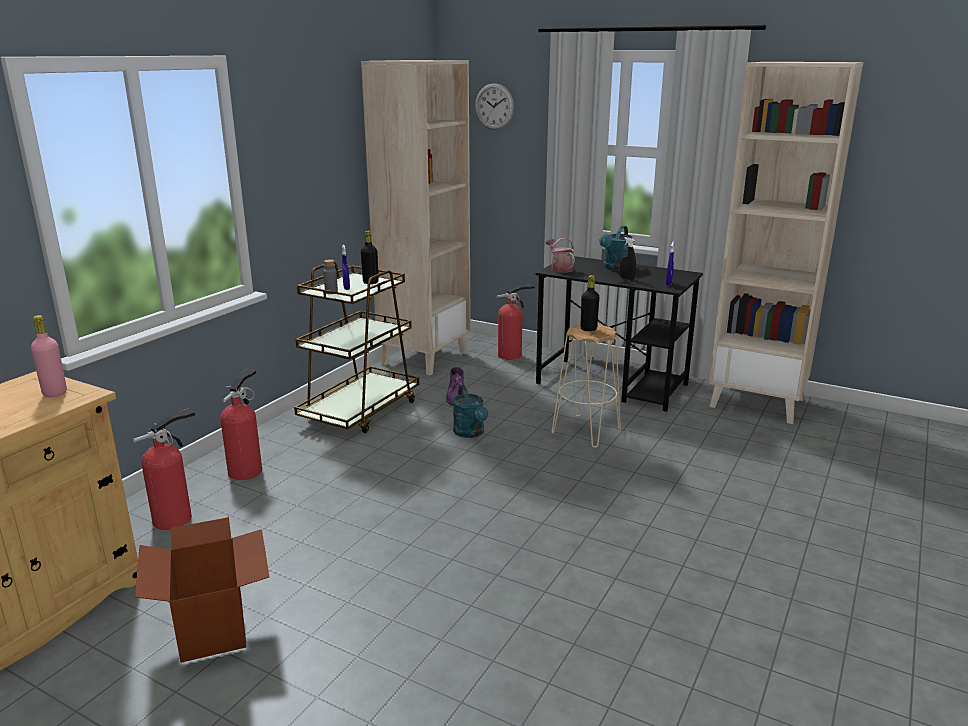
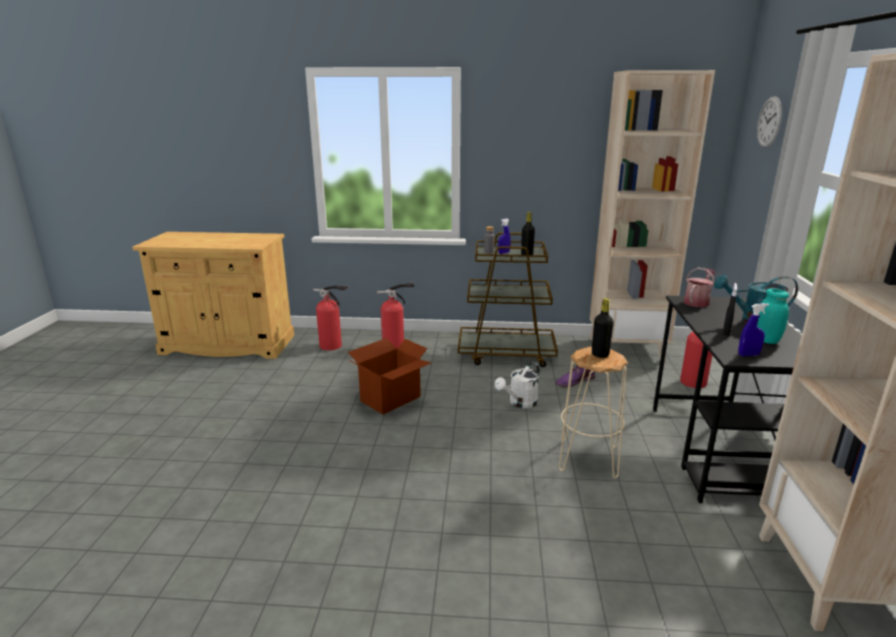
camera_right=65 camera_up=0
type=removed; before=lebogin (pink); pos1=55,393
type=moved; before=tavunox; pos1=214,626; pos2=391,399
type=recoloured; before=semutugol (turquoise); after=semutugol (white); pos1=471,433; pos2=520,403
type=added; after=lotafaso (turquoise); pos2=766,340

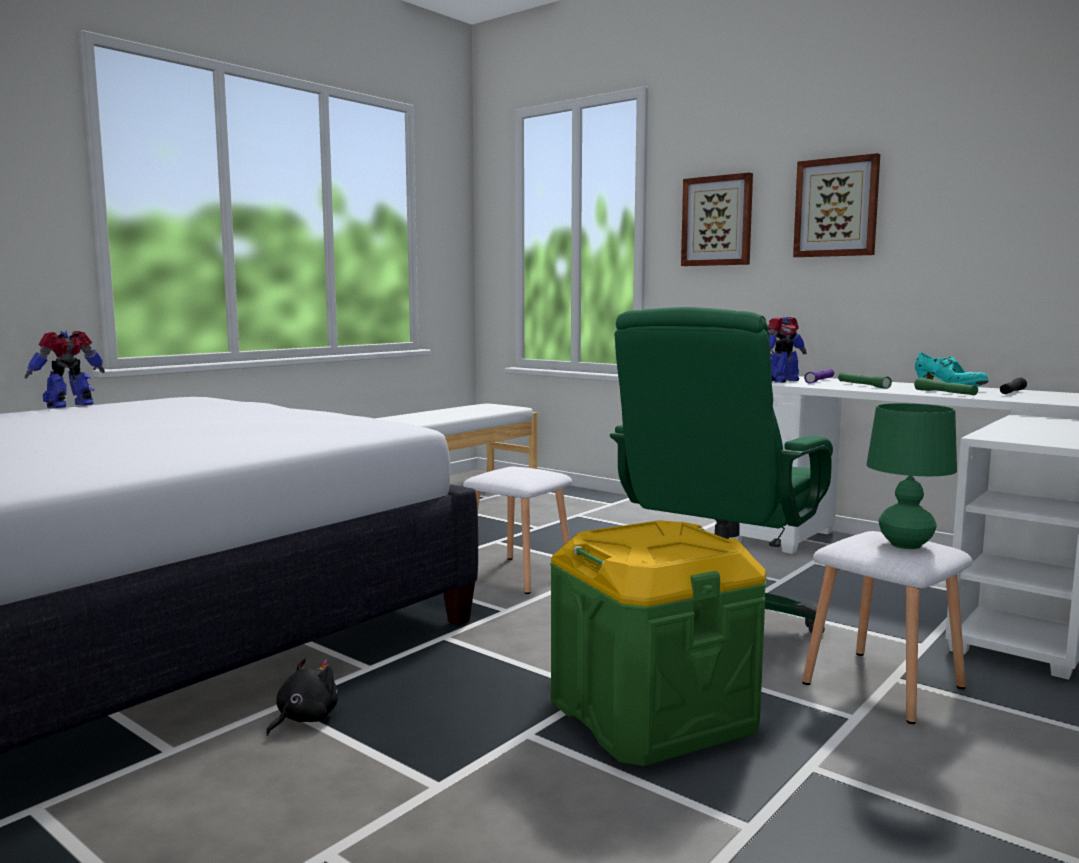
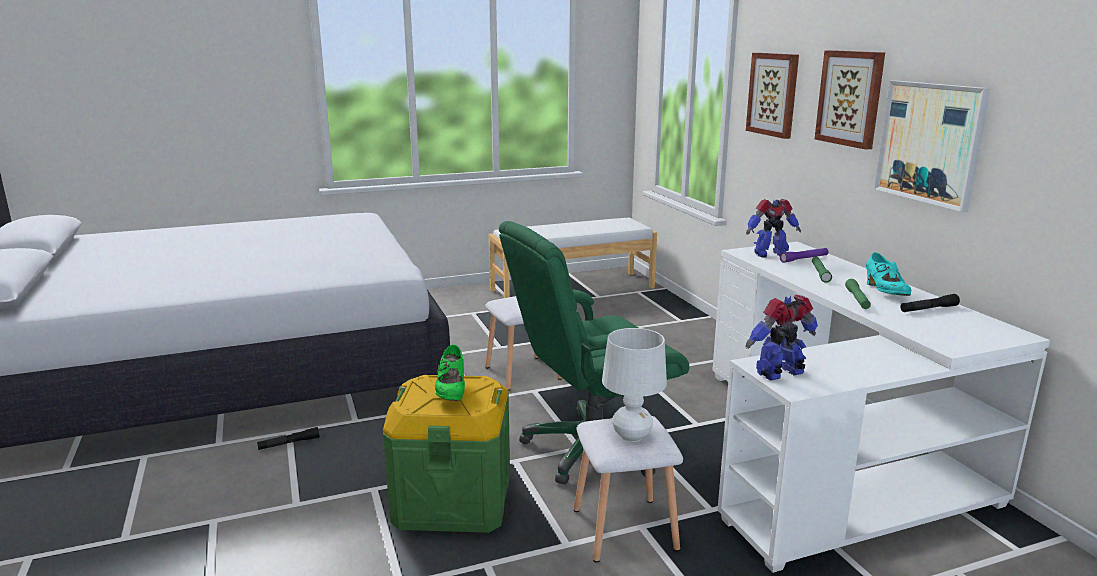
camera_right=30 camera_up=10
type=moved; before=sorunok; pos1=71,406; pos2=781,374
type=replaced; before=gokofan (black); after=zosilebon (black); pos1=304,718; pos2=289,443
type=recoloured; before=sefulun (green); after=sefulun (white); pos1=905,545; pos2=632,436
type=added; after=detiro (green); pos2=451,392
type=added; after=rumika; pos2=930,143

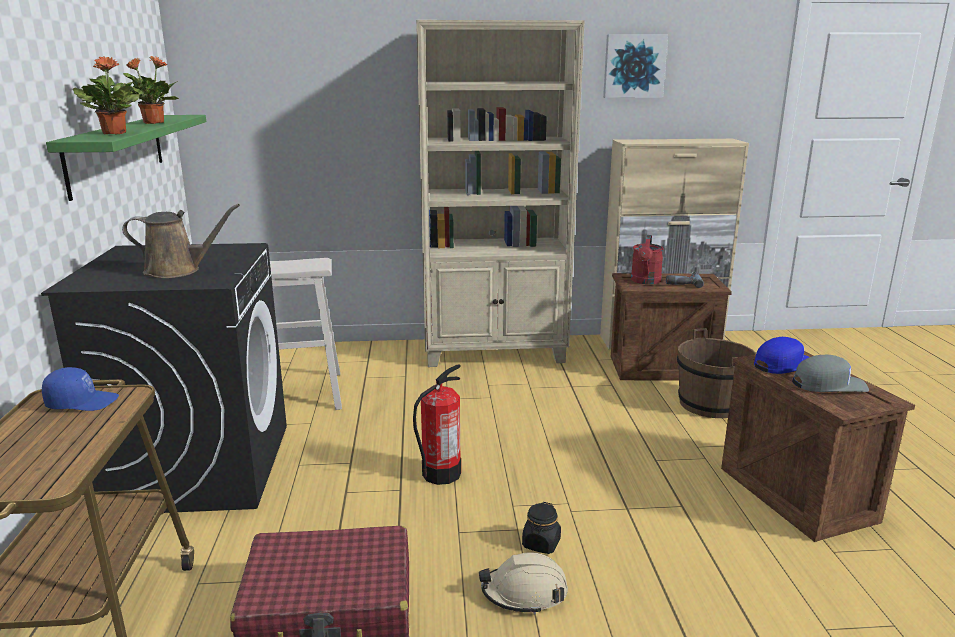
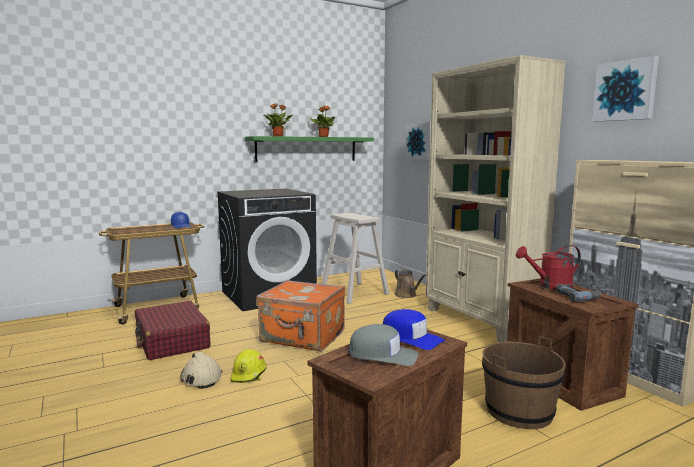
camera_right=65 camera_up=-10
type=moved; before=semutugol (brown); pos1=178,270; pos2=407,295
type=replaced; before=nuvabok; after=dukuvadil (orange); pos1=440,474; pos2=302,337
type=replaced; before=lotafaso (black); after=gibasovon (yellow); pos1=541,544; pos2=249,374
type=turned; before=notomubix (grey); pos1=828,384; pos2=383,355; turn=-45
type=added; after=rumika; pos2=419,141

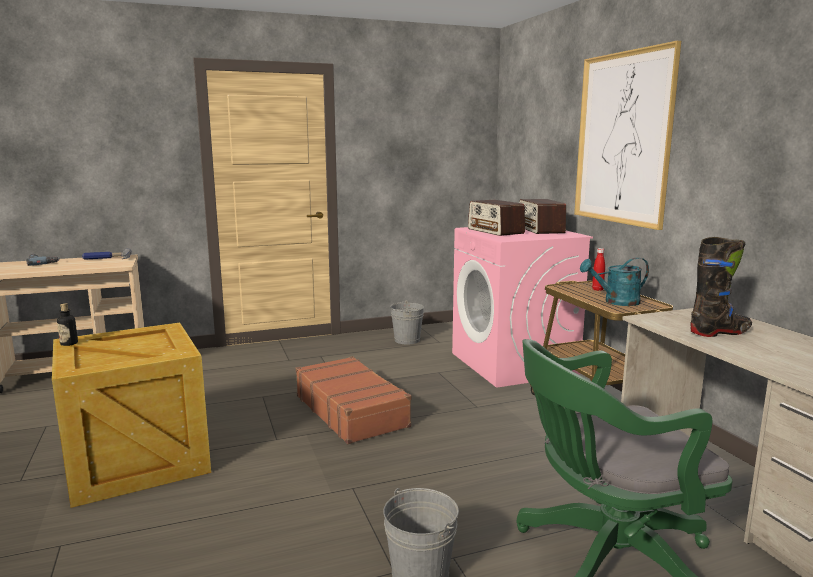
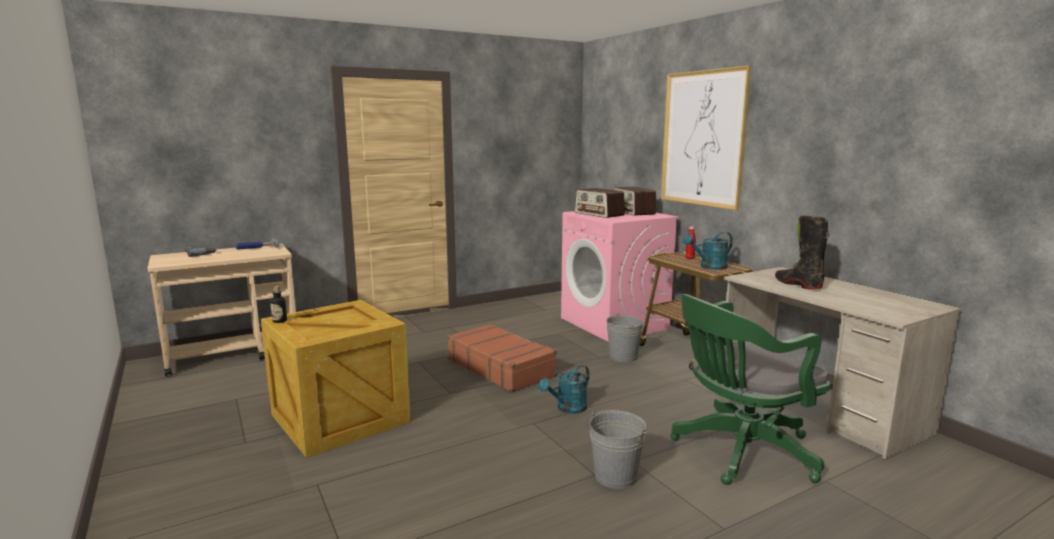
camera_right=-10 camera_up=0
type=moved; before=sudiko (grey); pos1=407,340; pos2=623,357
type=turned; before=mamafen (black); pos1=720,332; pos2=798,284; turn=-90
type=added; after=semutugol (turquoise); pos2=568,408

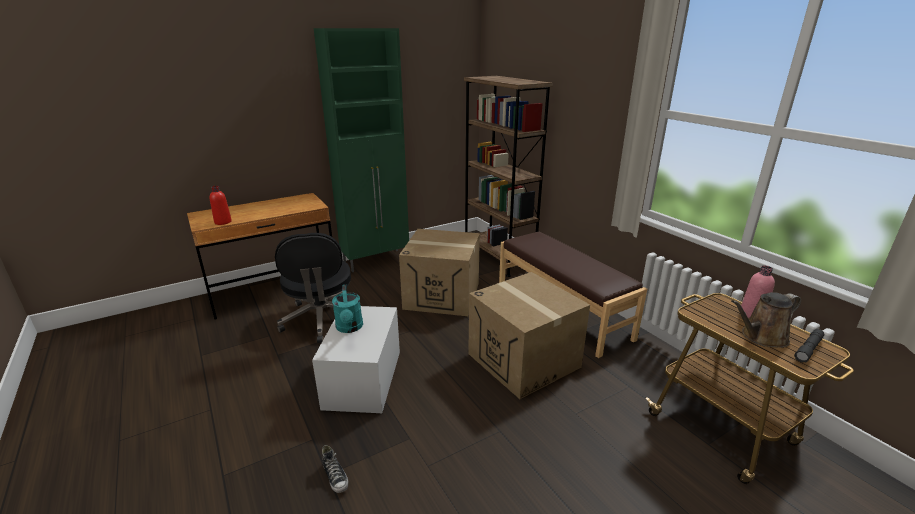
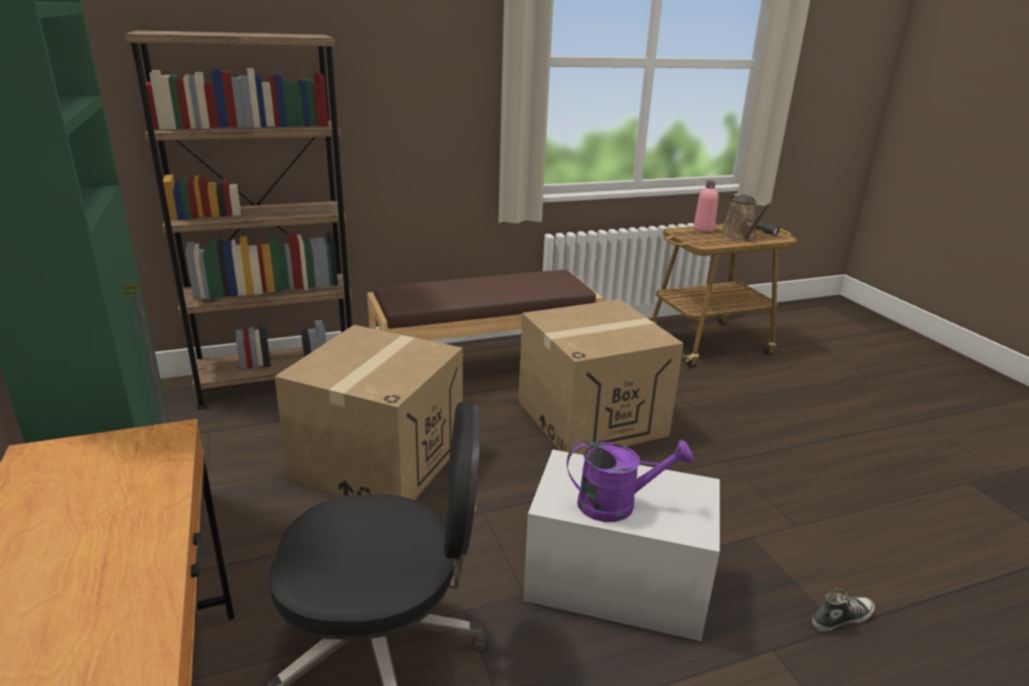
camera_right=-80 camera_up=0
type=removed; before=lebogin (red); pos1=223,222
type=recoloured; before=semutugol (turquoise); after=semutugol (purple); pos1=349,328; pos2=617,504

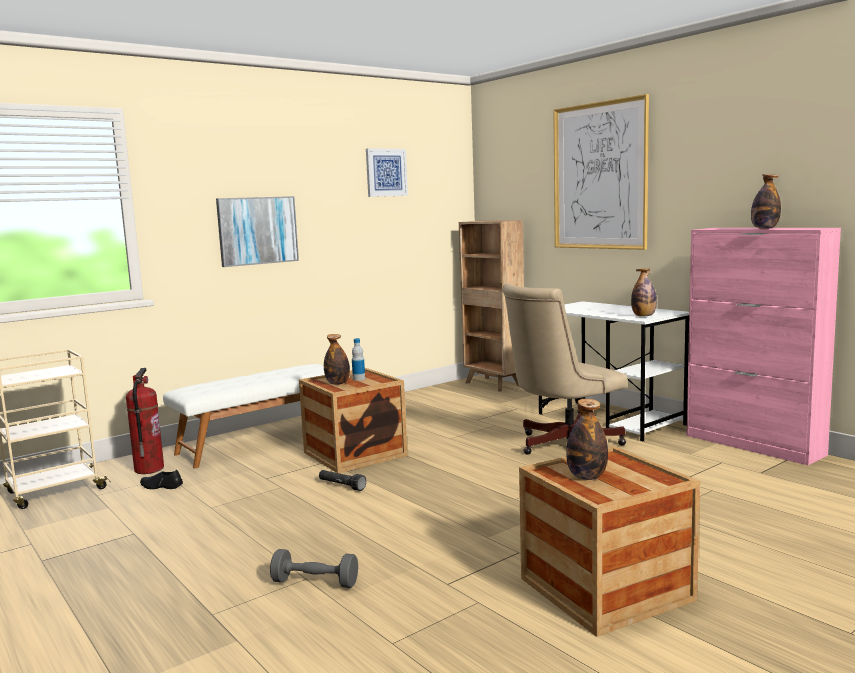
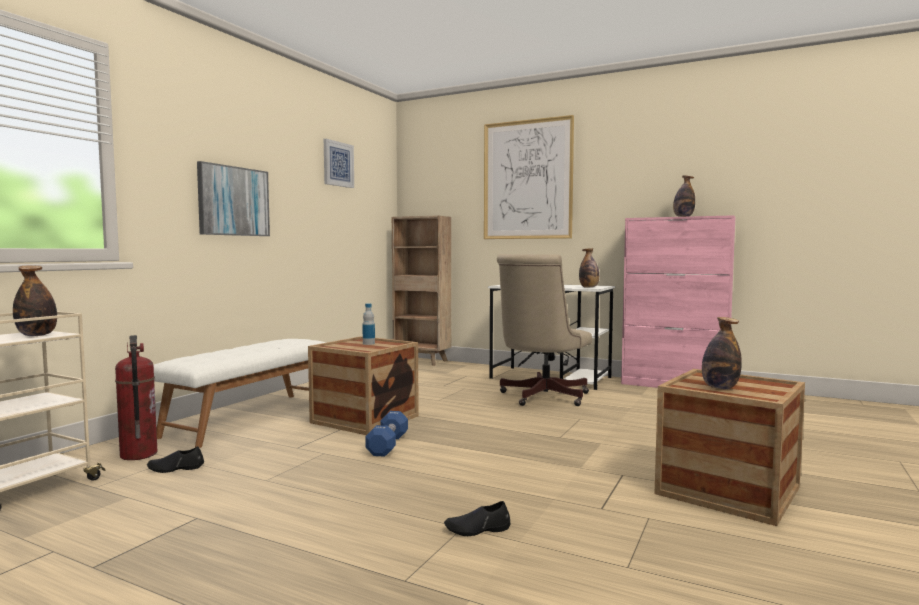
camera_right=-25 camera_up=-5
type=replaced; before=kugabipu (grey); after=detiro (black); pos1=315,583; pos2=477,529
type=replaced; before=zosilebon (black); after=kugabipu (blue); pos1=341,486; pos2=387,445
type=moved; before=lebogin; pos1=337,383; pos2=37,335

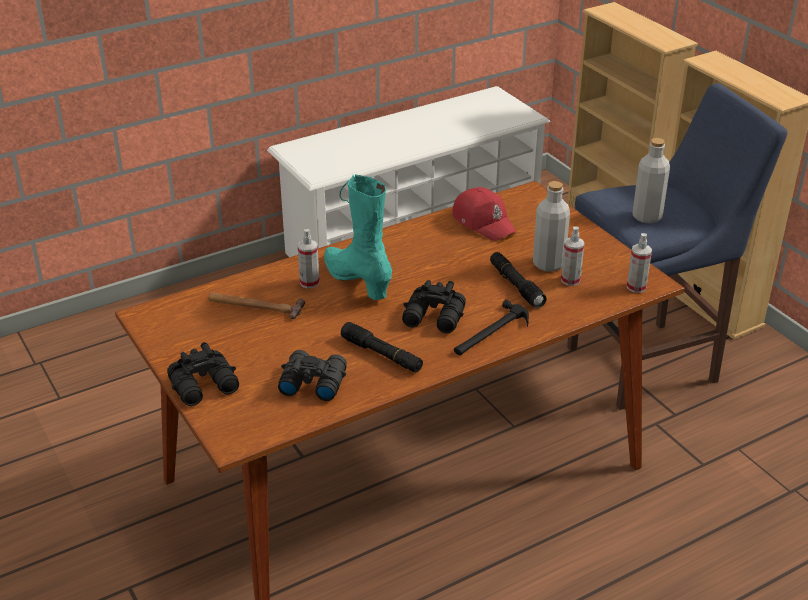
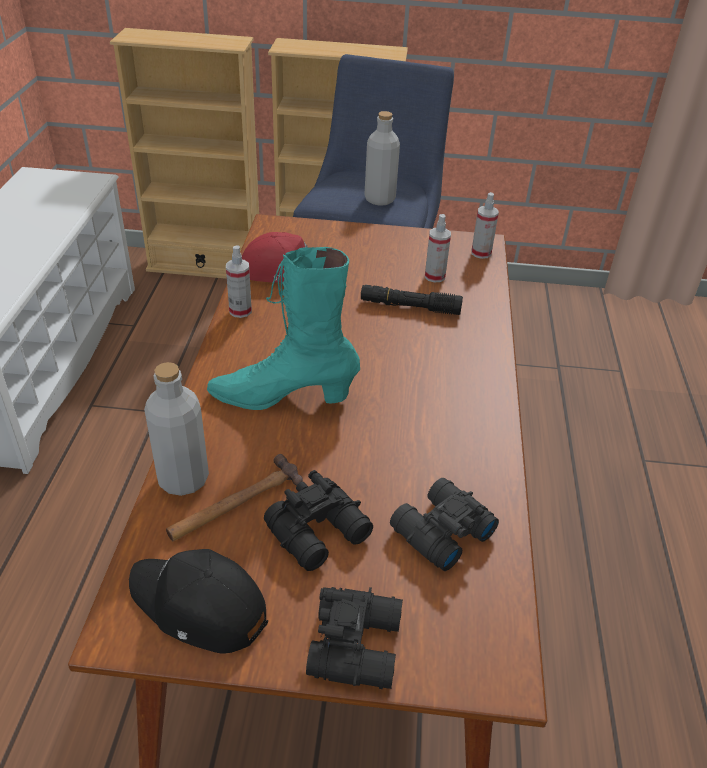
camera_right=-55 camera_up=5
type=moved; before=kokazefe; pos1=309,283; pos2=240,311
type=removed; before=zosilebon (black); pos1=382,355
type=moved; before=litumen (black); pos1=434,318; pos2=321,533
type=removed; before=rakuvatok; pos1=490,333
type=moved; before=lebogin (grey); pos1=548,264; pos2=183,479
type=added; after=notomubix (black); pos2=199,607

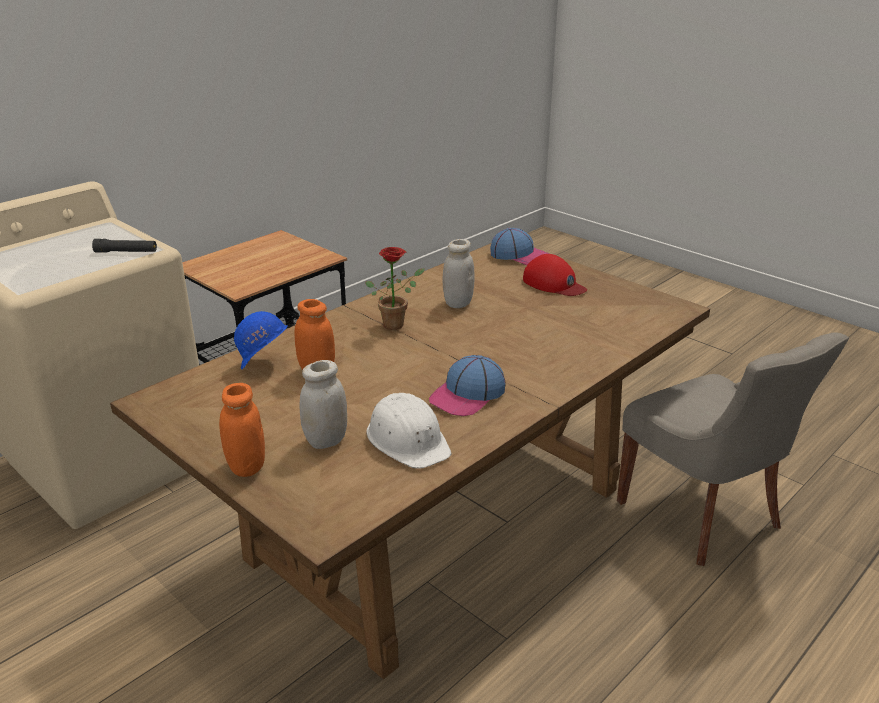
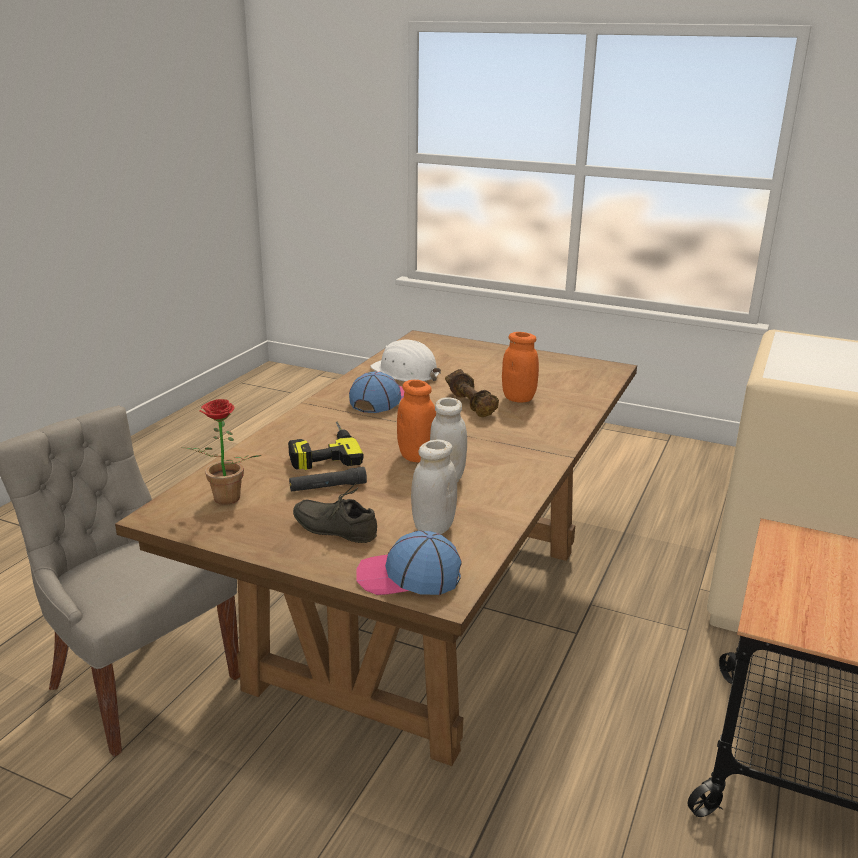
camera_right=160 camera_up=-5
type=moved; before=zosilebon (black); pos1=126,252; pos2=328,487
type=removed; before=gibasovon (blue); pos1=263,365
type=moved; before=lotafaso (orange); pos1=246,467; pos2=416,456
type=moved; before=lotafaso (white); pos1=326,440; pos2=433,527
type=moved; before=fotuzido; pos1=397,323; pos2=223,501
type=replaced; before=notomubix (red); after=detiro (grey); pos1=554,284; pos2=336,527
type=added; after=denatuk; pos2=322,451
type=added; after=kugabipu (brown); pos2=471,405

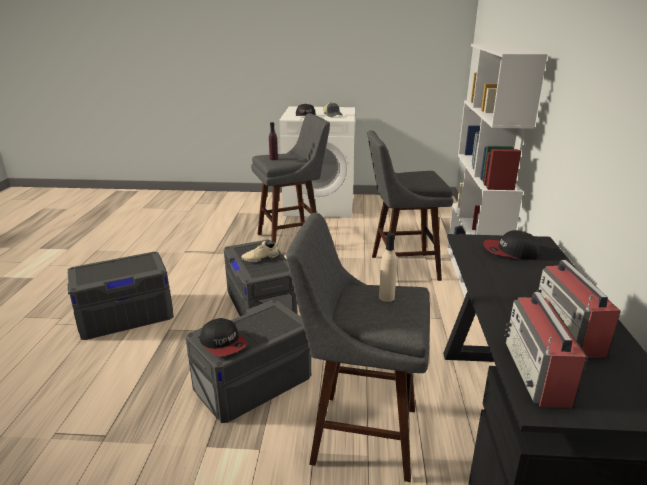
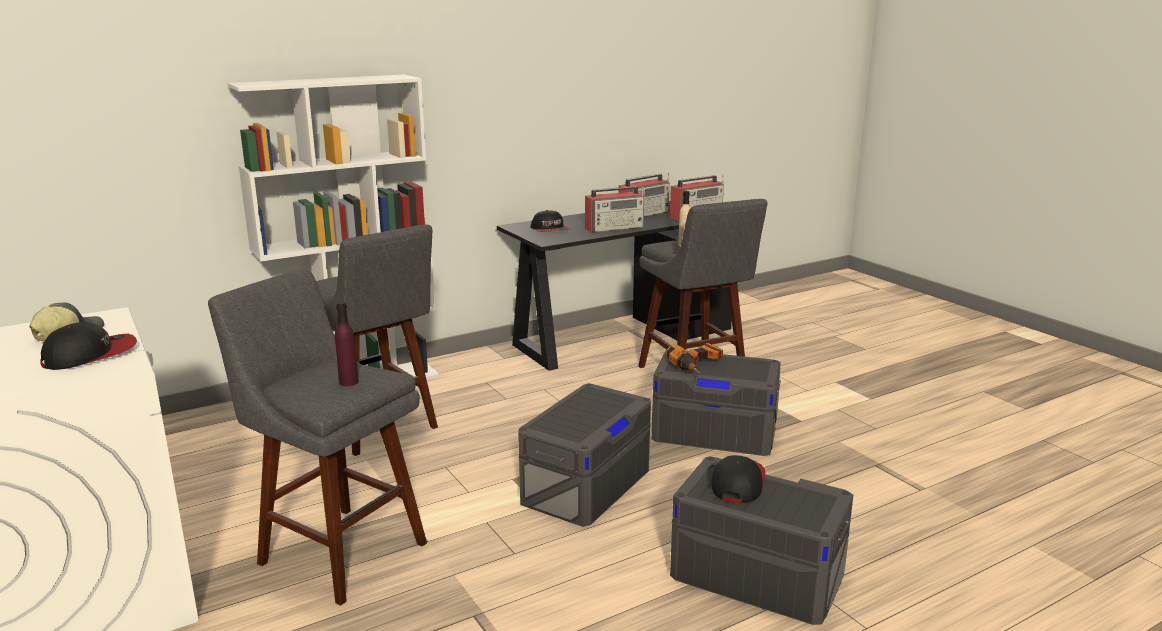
camera_right=-125 camera_up=-5
type=moved; before=notomubix; pos1=223,343; pos2=737,482
type=removed; before=detiro (beige); pos1=260,258
type=added; after=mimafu; pos2=615,228
type=added; after=denatuk; pos2=698,365

